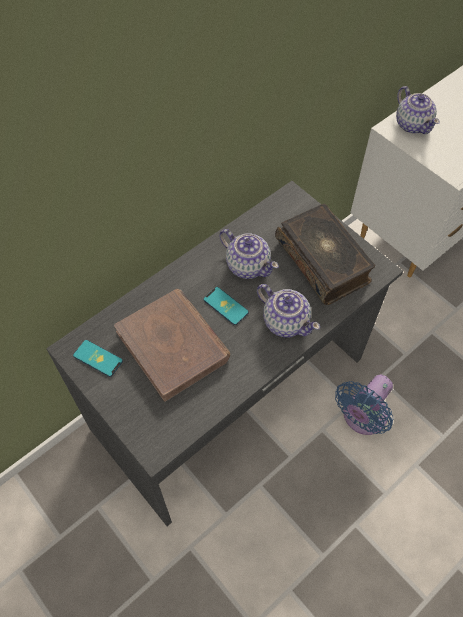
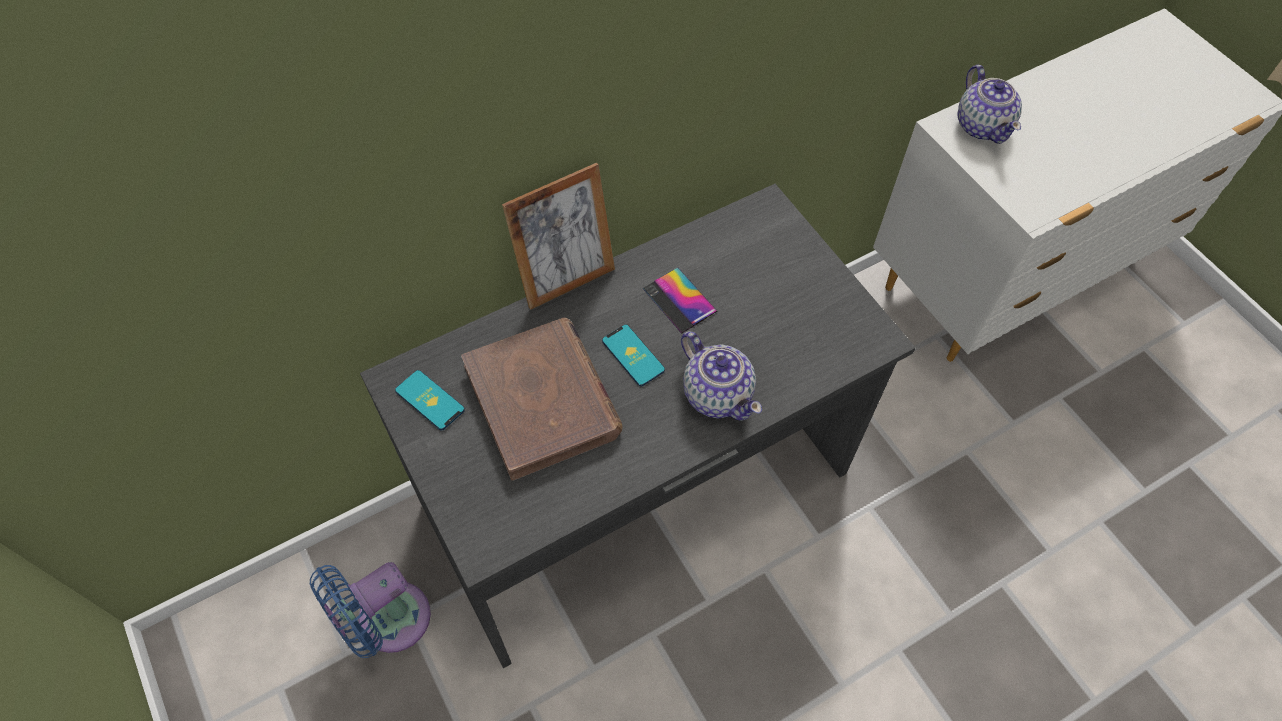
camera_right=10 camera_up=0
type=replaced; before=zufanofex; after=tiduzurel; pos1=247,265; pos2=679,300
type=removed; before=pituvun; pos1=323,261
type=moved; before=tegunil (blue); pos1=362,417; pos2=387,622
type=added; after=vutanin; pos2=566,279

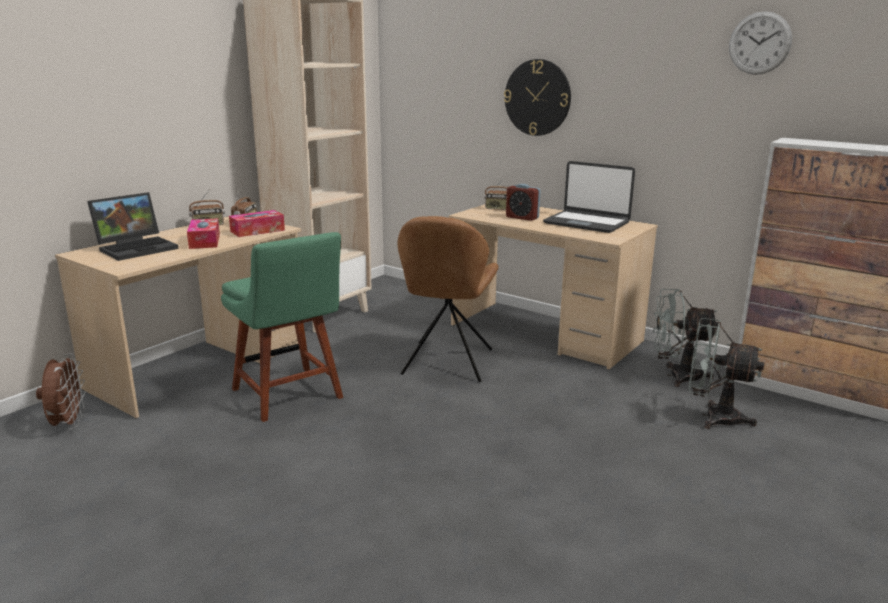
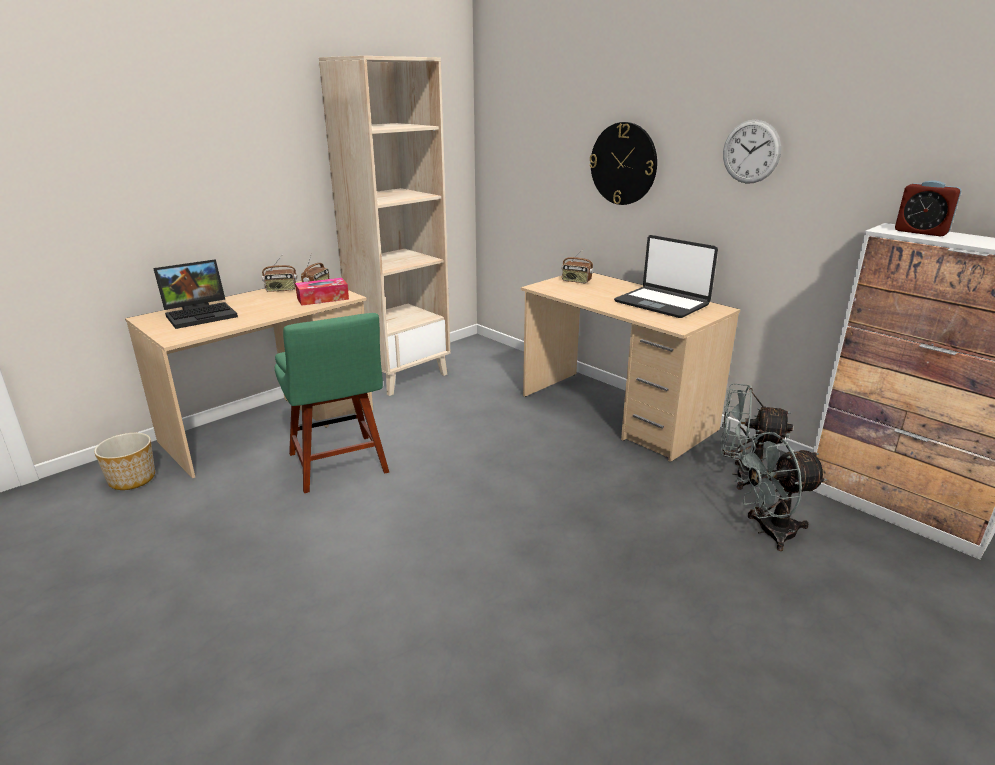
camera_right=10 camera_up=5
type=replaced; before=tegunil (brown); after=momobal; pos1=68,424; pos2=132,479
type=removed; before=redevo; pos1=204,241
type=removed; before=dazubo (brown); pos1=447,363
type=moved; before=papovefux; pos1=522,217; pos2=921,232
type=turned; before=tegunil (grey); pos1=713,417; pos2=768,532; turn=-45
type=moved; before=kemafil; pos1=759,43; pos2=751,152

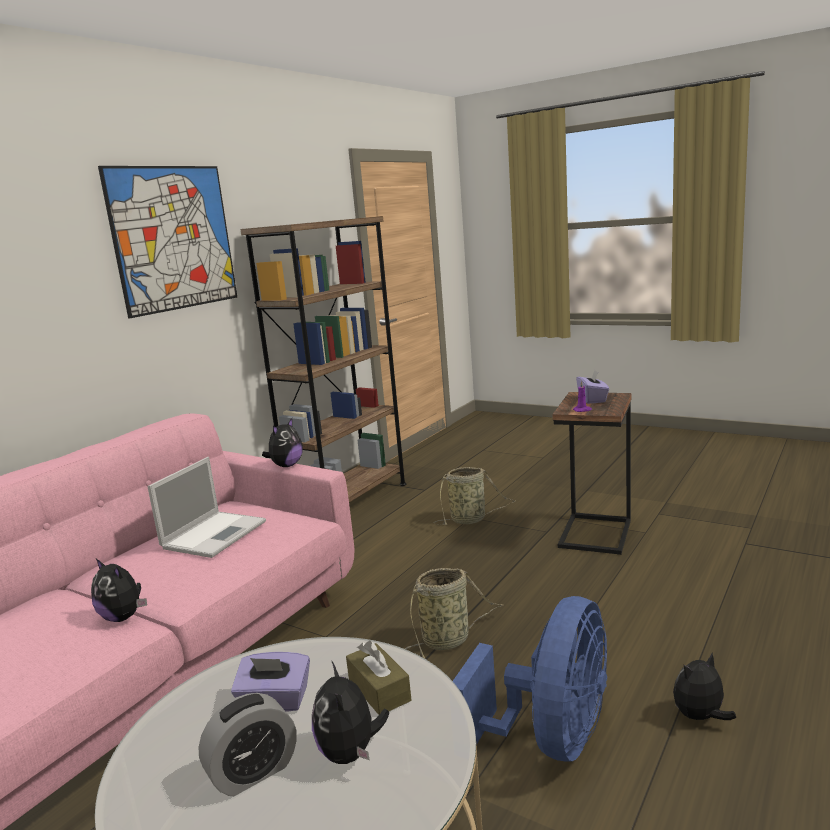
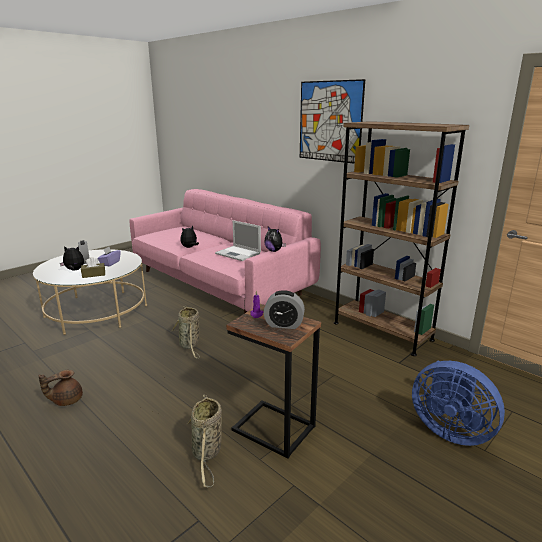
camera_right=100 camera_up=5
type=moved; before=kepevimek; pos1=470,519; pos2=207,453
type=moved; before=tegunil (blue); pos1=551,739; pos2=449,430
type=replaced; before=redevo (purple); after=papovefux; pos1=592,399; pos2=284,324
type=replaced; before=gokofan; after=zufanofex (brown); pos1=700,717; pos2=66,400

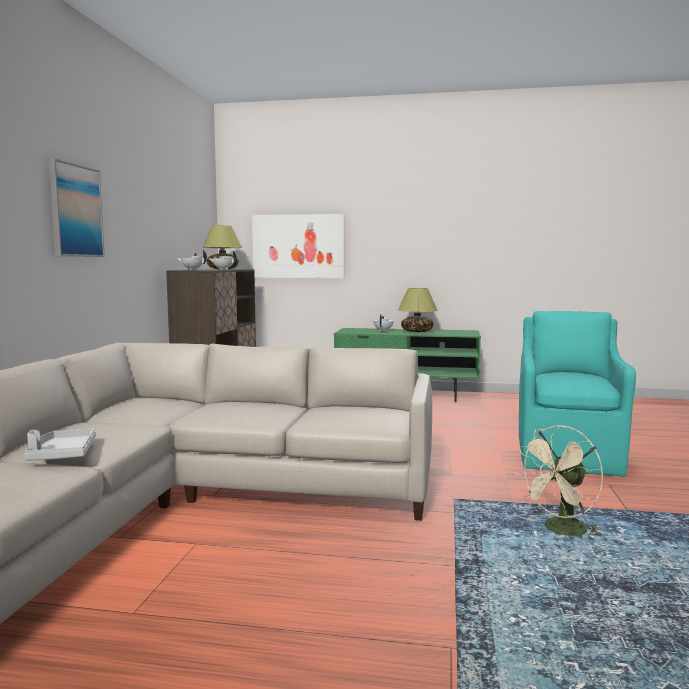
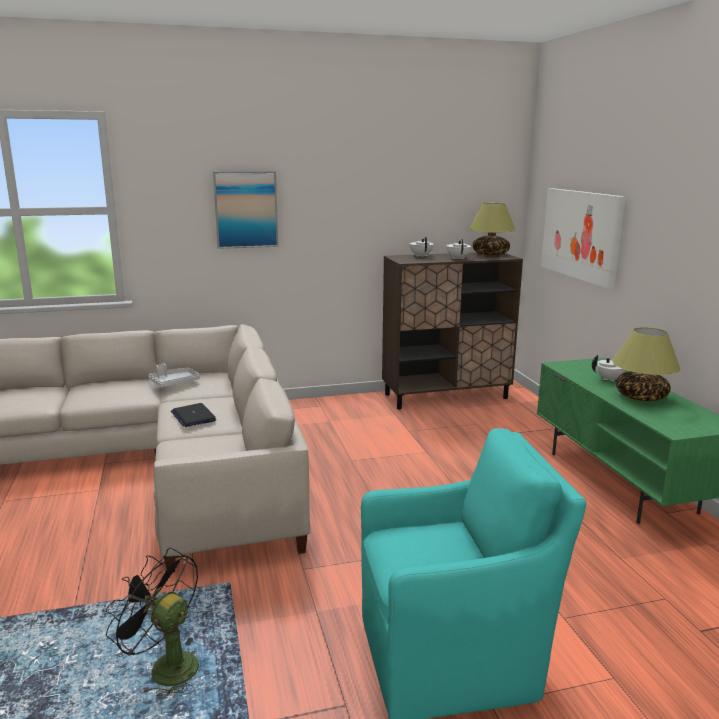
camera_right=65 camera_up=10
type=moved; before=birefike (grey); pos1=62,454; pos2=174,383
type=recoloured; before=tegunil (beige); after=tegunil (black); pos1=560,531; pos2=165,666
type=added; after=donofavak; pos2=193,416

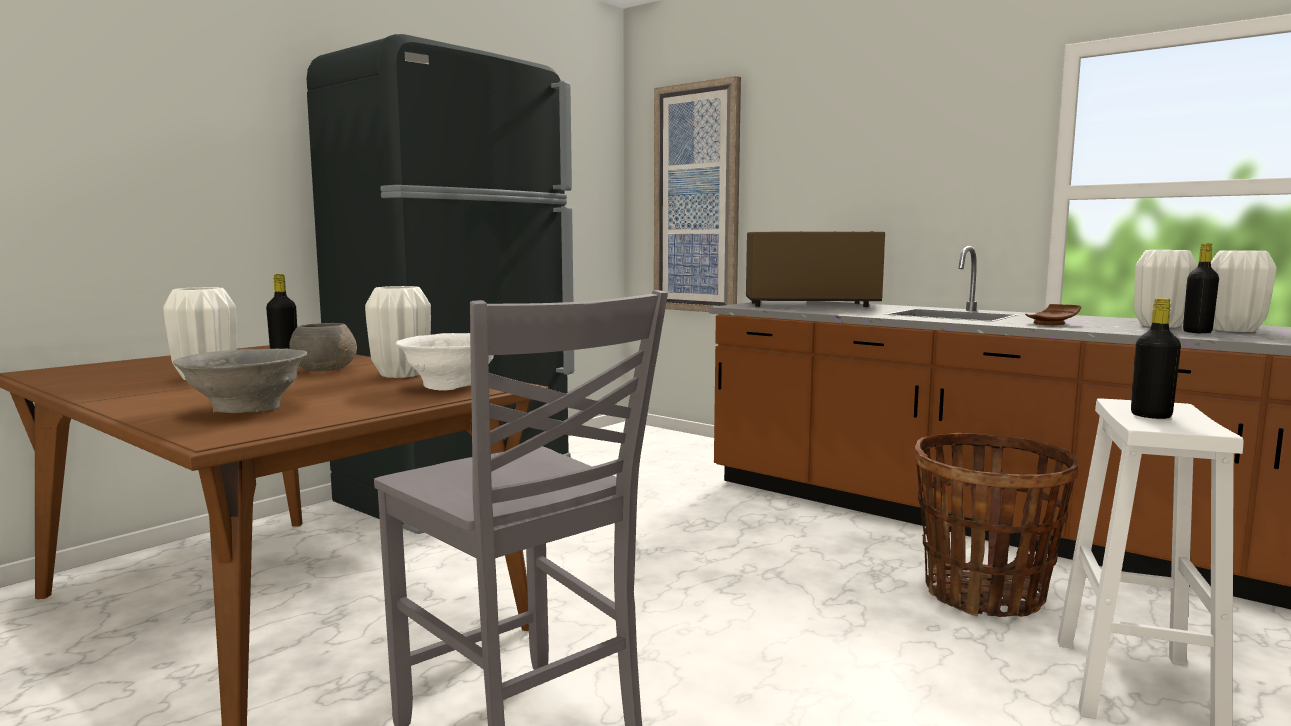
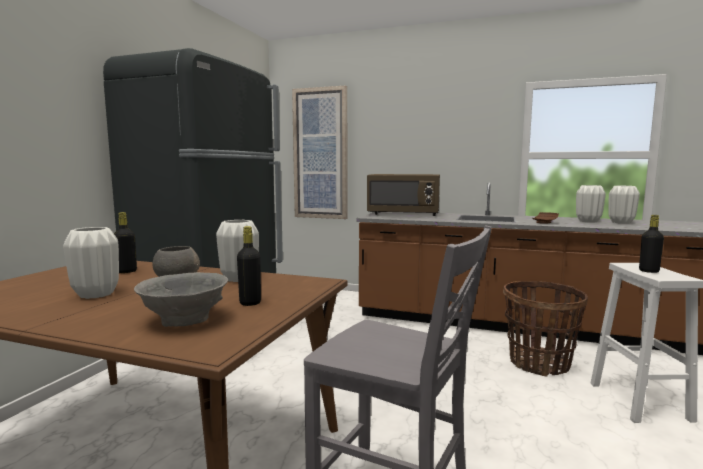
camera_right=-20 camera_up=0
type=removed; before=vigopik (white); pos1=451,385
type=turned; before=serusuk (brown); pos1=809,304; pos2=404,214; turn=-150
type=moved; before=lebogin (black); pos1=1197,332; pos2=250,303

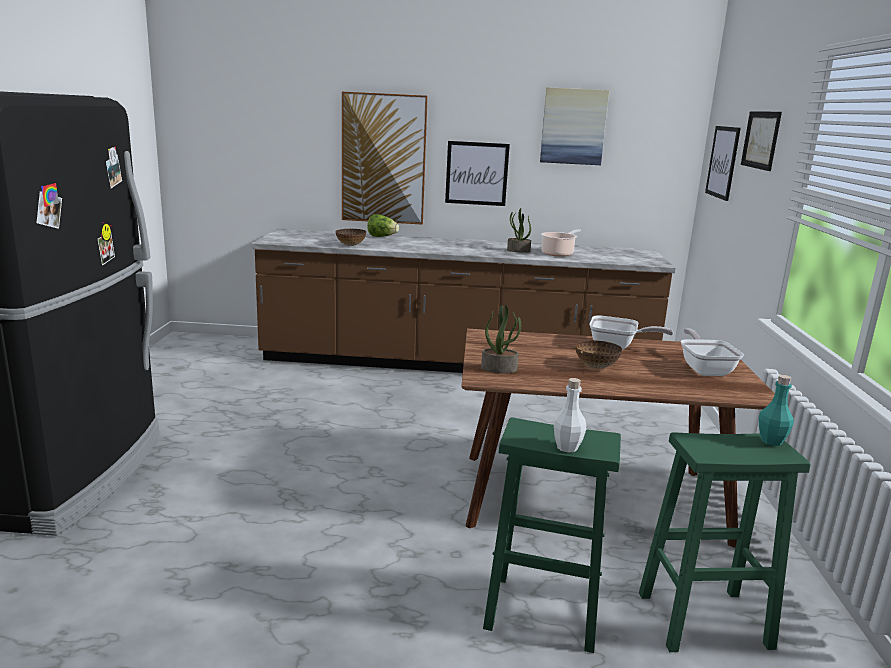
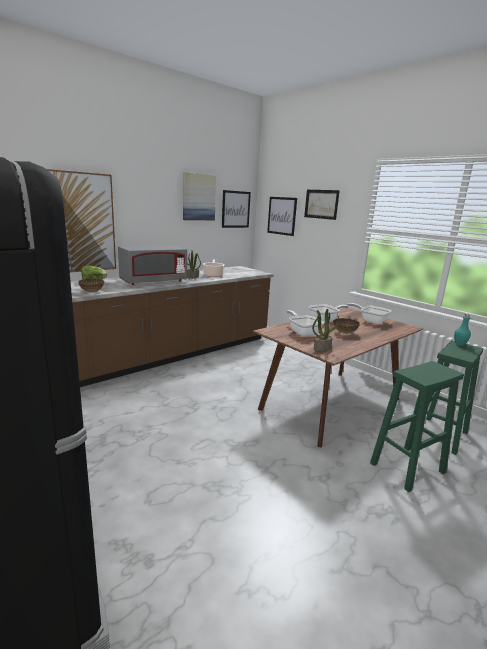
camera_right=-45 camera_up=0
type=moved; before=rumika; pos1=476,173; pos2=236,209
type=removed; before=lebogin (white); pos1=567,447
type=added; after=serusuk (grey); pos2=153,281
type=added; after=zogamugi; pos2=303,332

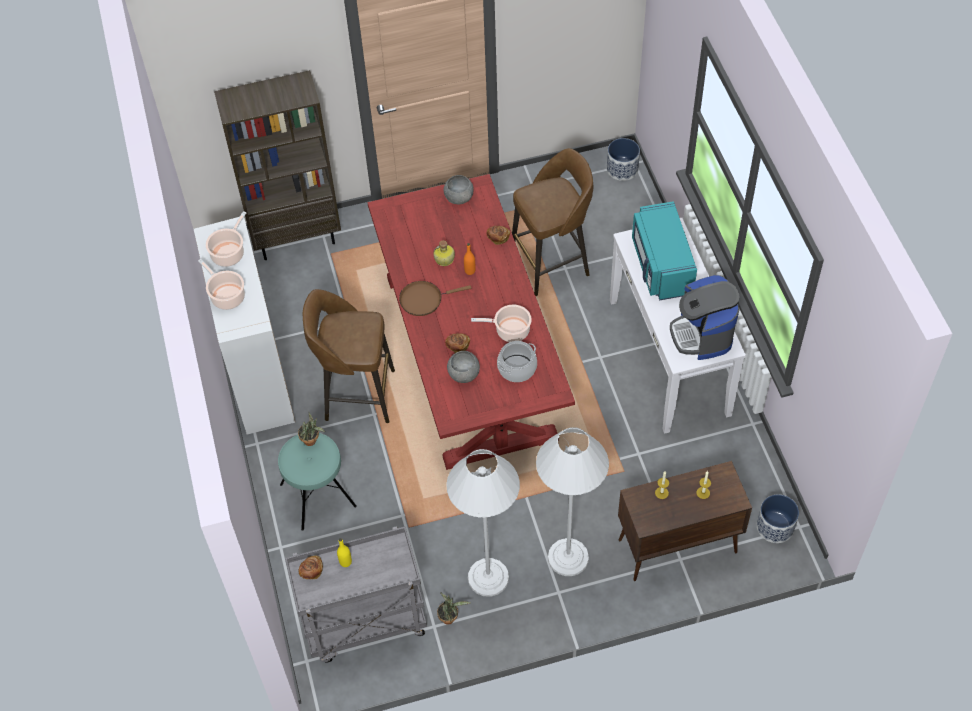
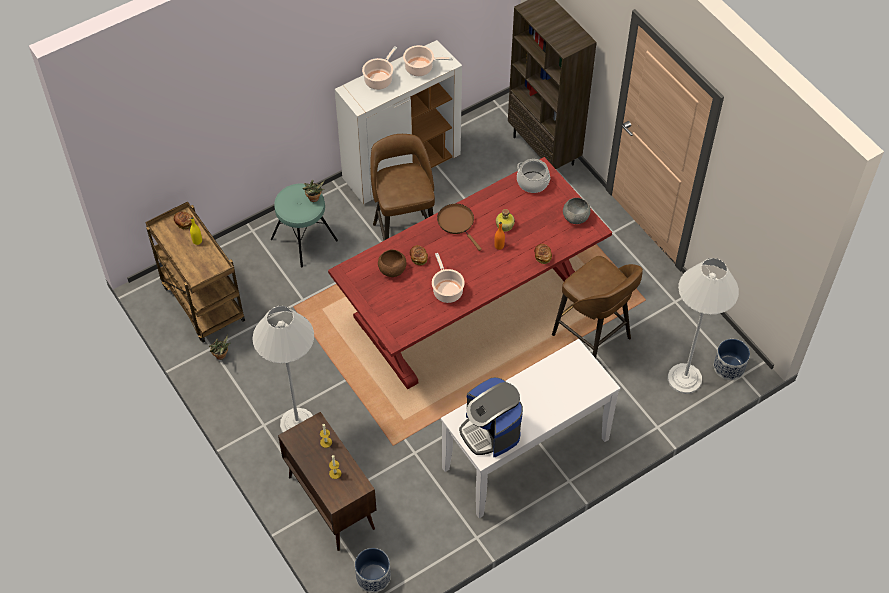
camera_right=70 camera_up=0
type=recoloured; before=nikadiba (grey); after=nikadiba (brown); pos1=364,624; pos2=201,302
type=moved; before=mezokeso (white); pos1=488,577; pos2=684,378
type=recoloured; before=vigopik (grey); after=vigopik (brown); pos1=464,373; pos2=392,270
type=moved; before=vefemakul; pos1=517,368; pos2=533,182
type=removed; before=serusuk (turquoise); pos1=661,265
type=turned; before=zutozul; pos1=702,334; pos2=490,431; turn=-90

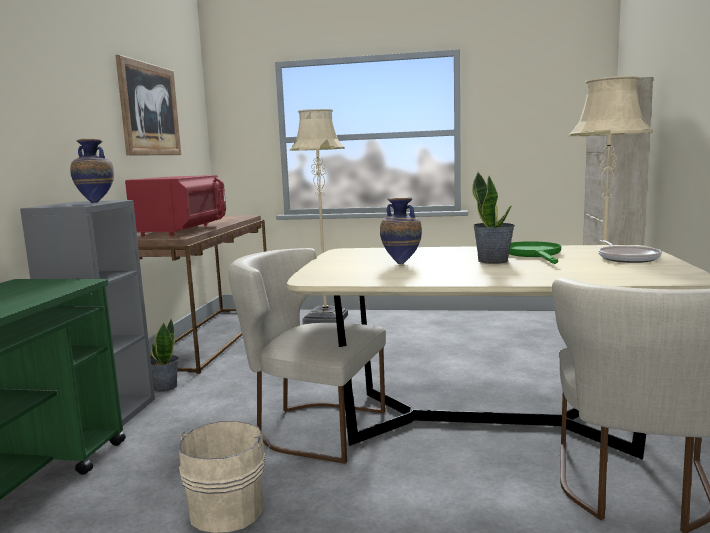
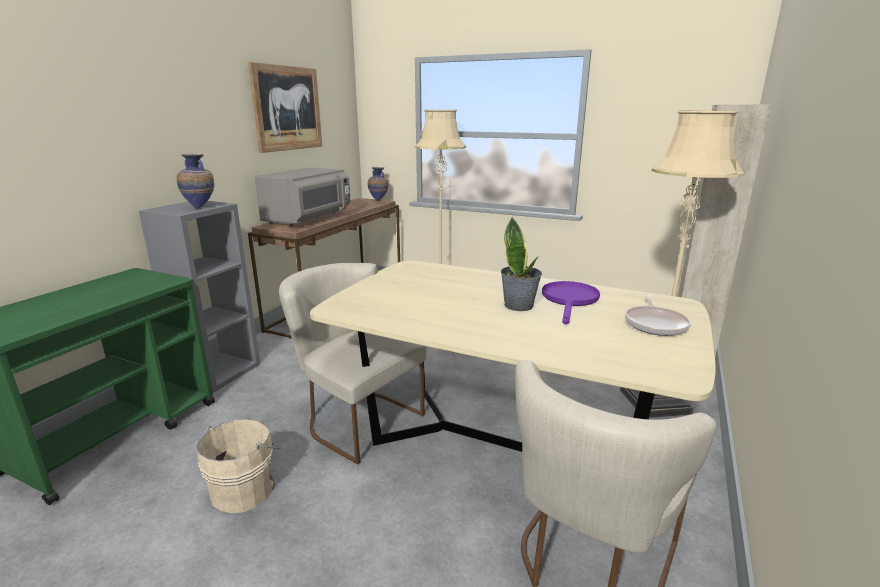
camera_right=15 camera_up=10
type=recoloured; before=serusuk (red); after=serusuk (grey); pos1=183,230; pos2=308,219
type=removed; before=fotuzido; pos1=164,387
type=moved; before=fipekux; pos1=402,263; pos2=379,200
type=recoloured; before=zogamugi (green); after=zogamugi (purple); pos1=534,254; pos2=570,300

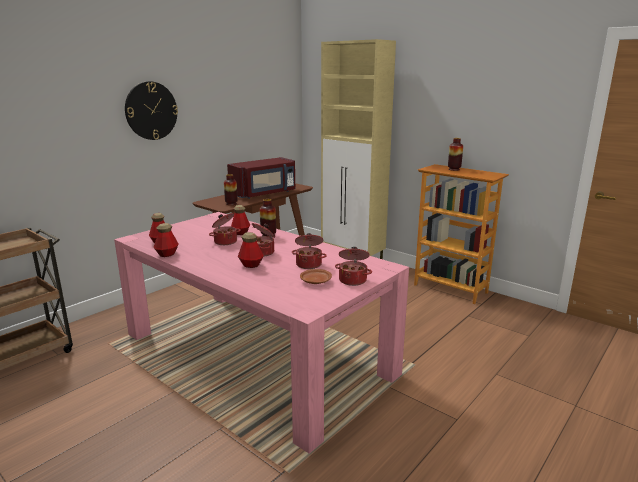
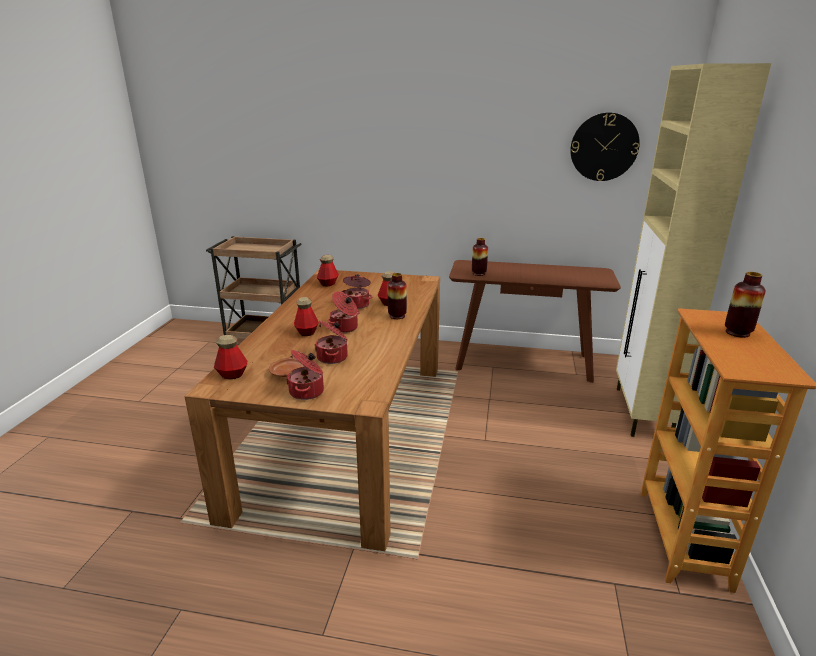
camera_right=60 camera_up=5
type=recoloured; before=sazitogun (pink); after=sazitogun (brown); pos1=255,354; pos2=347,431
type=moved; before=kemafil; pos1=151,111; pos2=604,147
type=moved; before=lebogin; pos1=167,254; pos2=232,375
type=removed; before=serusuk (red); pos1=264,193

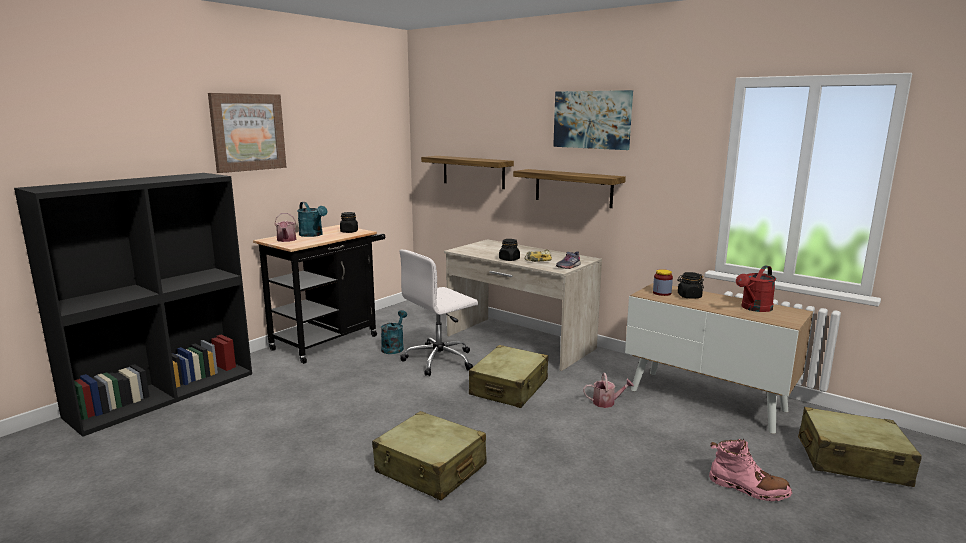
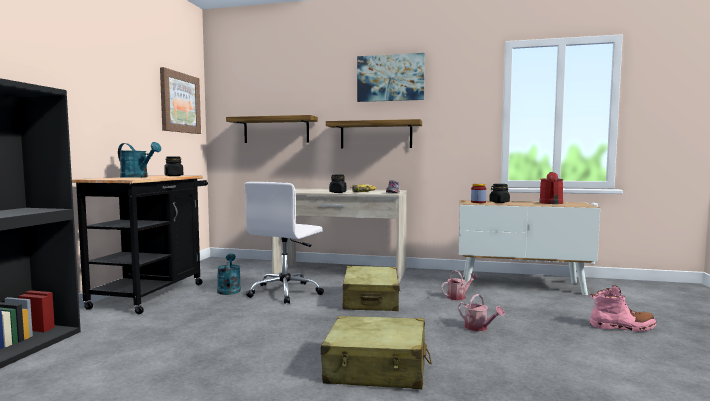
camera_right=-25 camera_up=-10
type=moved; before=rumika; pos1=247,132; pos2=179,103
type=moved; before=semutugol; pos1=286,240; pos2=479,328
type=removed; before=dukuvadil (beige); pos1=851,460

